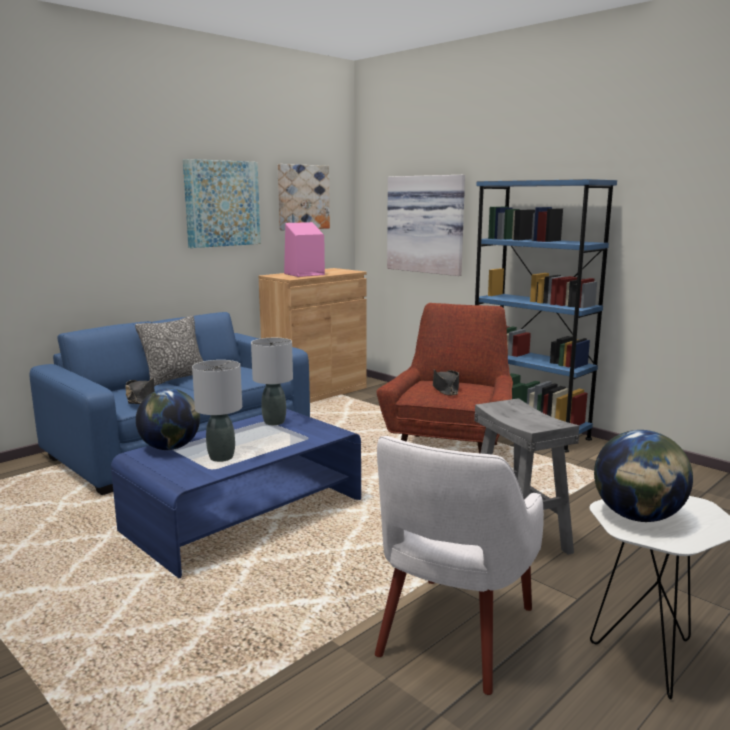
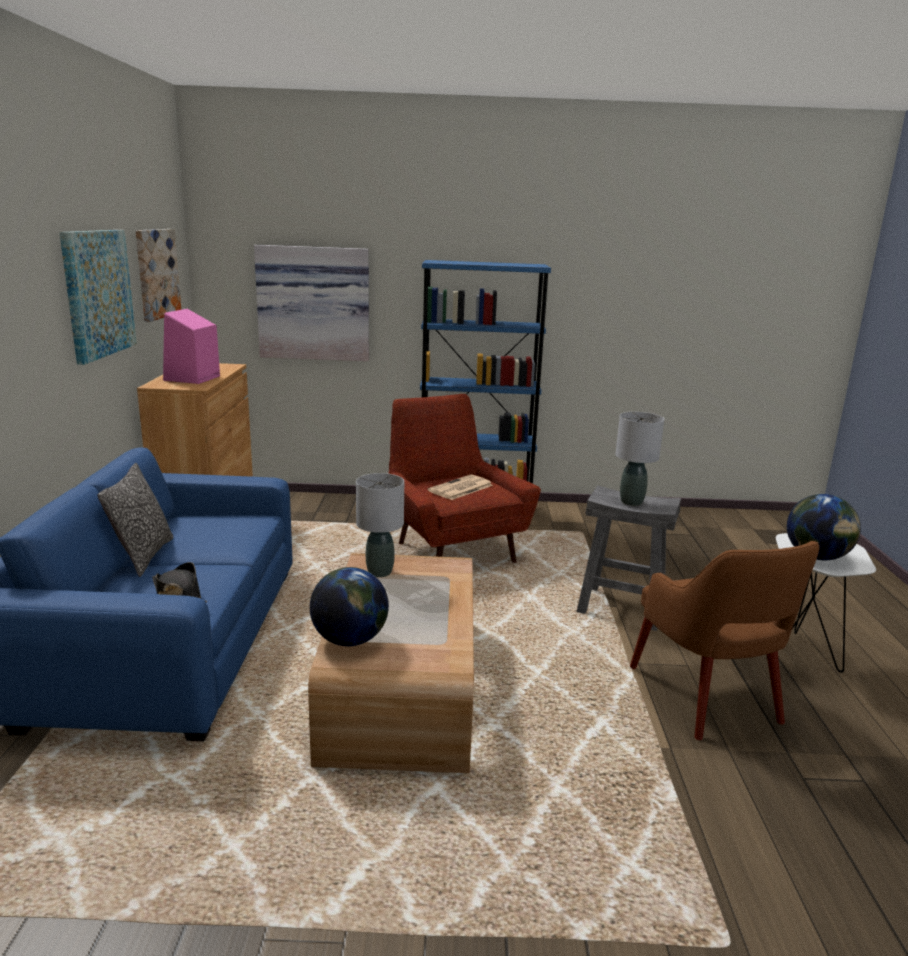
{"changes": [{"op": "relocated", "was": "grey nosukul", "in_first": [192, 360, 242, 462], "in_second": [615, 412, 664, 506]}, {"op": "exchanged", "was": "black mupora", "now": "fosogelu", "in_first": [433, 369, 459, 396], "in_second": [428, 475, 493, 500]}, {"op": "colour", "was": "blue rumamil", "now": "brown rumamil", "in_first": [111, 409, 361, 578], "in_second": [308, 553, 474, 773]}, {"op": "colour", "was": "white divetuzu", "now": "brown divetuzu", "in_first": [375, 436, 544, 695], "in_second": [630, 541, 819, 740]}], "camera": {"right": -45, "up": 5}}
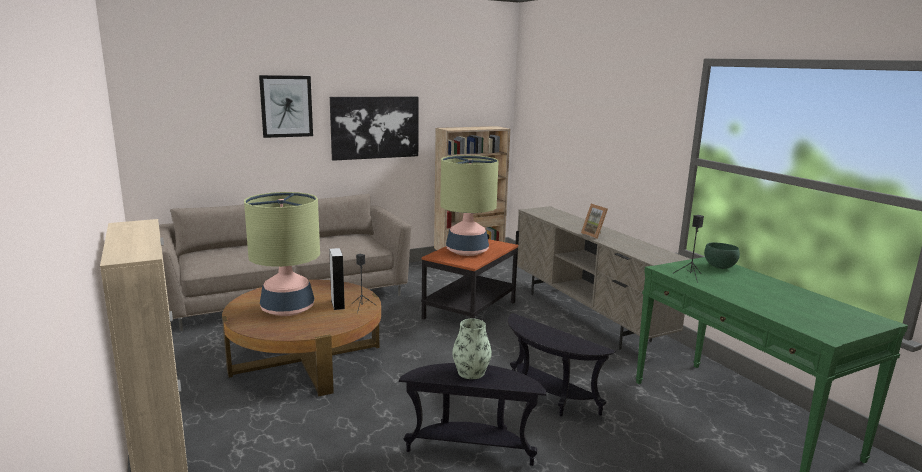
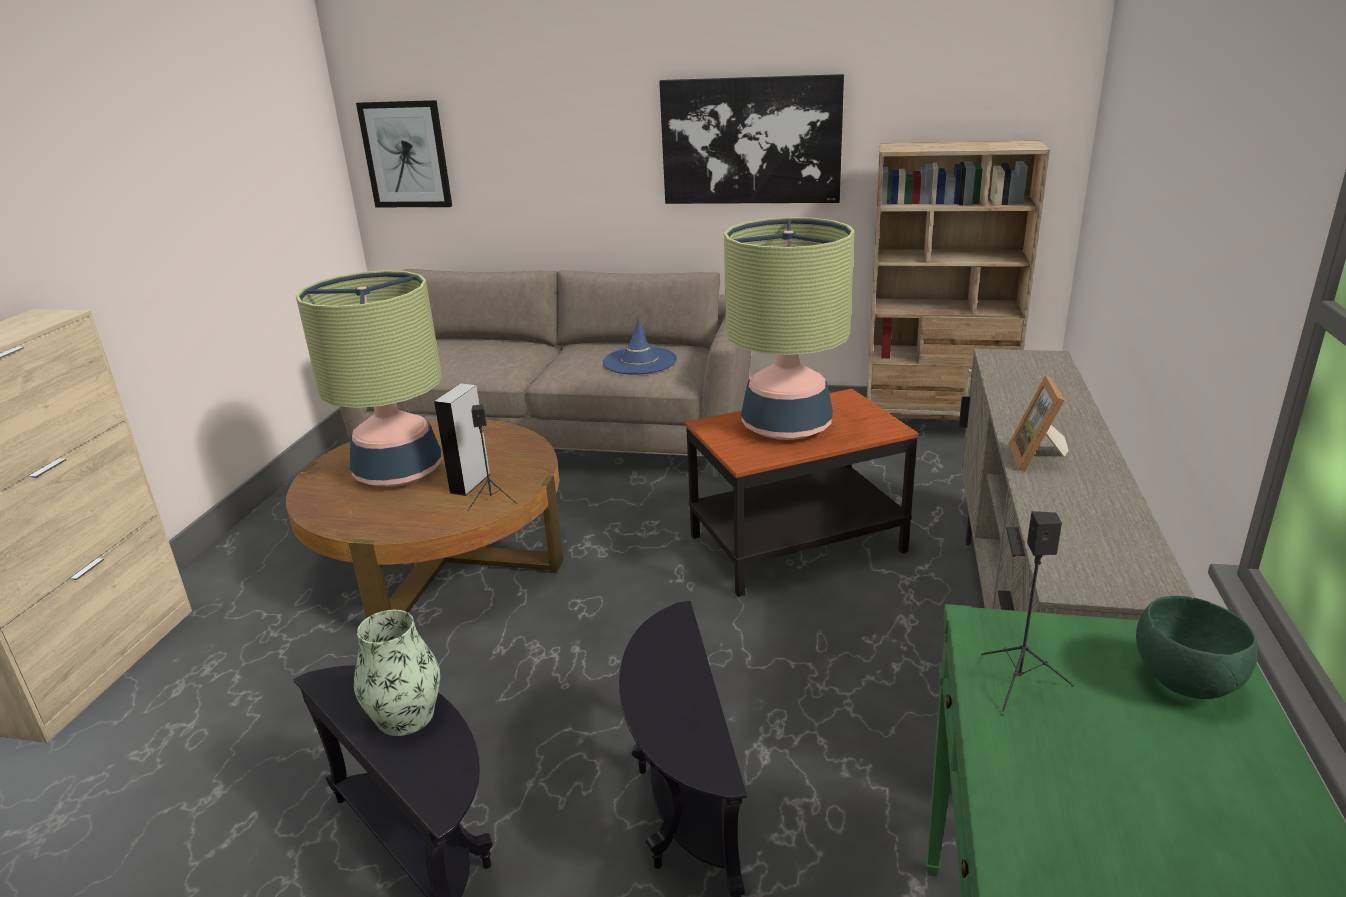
{"changes": [{"op": "relocated", "was": "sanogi", "in_first": [259, 75, 313, 138], "in_second": [356, 100, 452, 207]}, {"op": "appeared", "now": "blue mupora", "in_second": [603, 317, 677, 375]}], "camera": {"right": 40, "up": 10}}
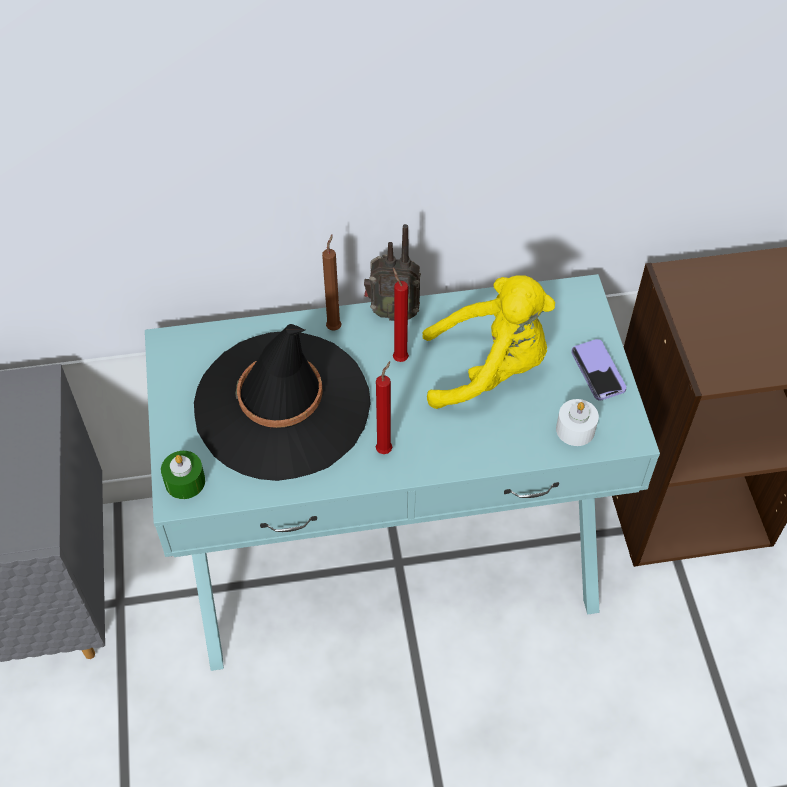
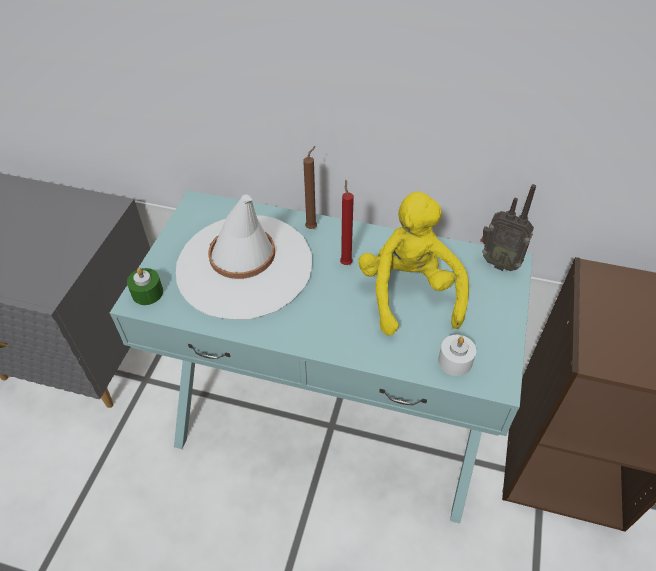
{"changes": [{"op": "relocated", "was": "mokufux", "in_first": [364, 224, 421, 321], "in_second": [480, 184, 536, 271]}, {"op": "spun", "was": "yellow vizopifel", "in_first": [422, 275, 555, 409], "in_second": [358, 191, 469, 336], "clockwise": -120}, {"op": "colour", "was": "black mupora", "now": "white mupora", "in_first": [194, 324, 371, 481], "in_second": [176, 194, 312, 320]}, {"op": "missing", "was": "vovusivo", "in_first": [571, 339, 626, 400]}, {"op": "missing", "was": "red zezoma", "in_first": [376, 361, 392, 454]}], "camera": {"right": 25, "up": -5}}
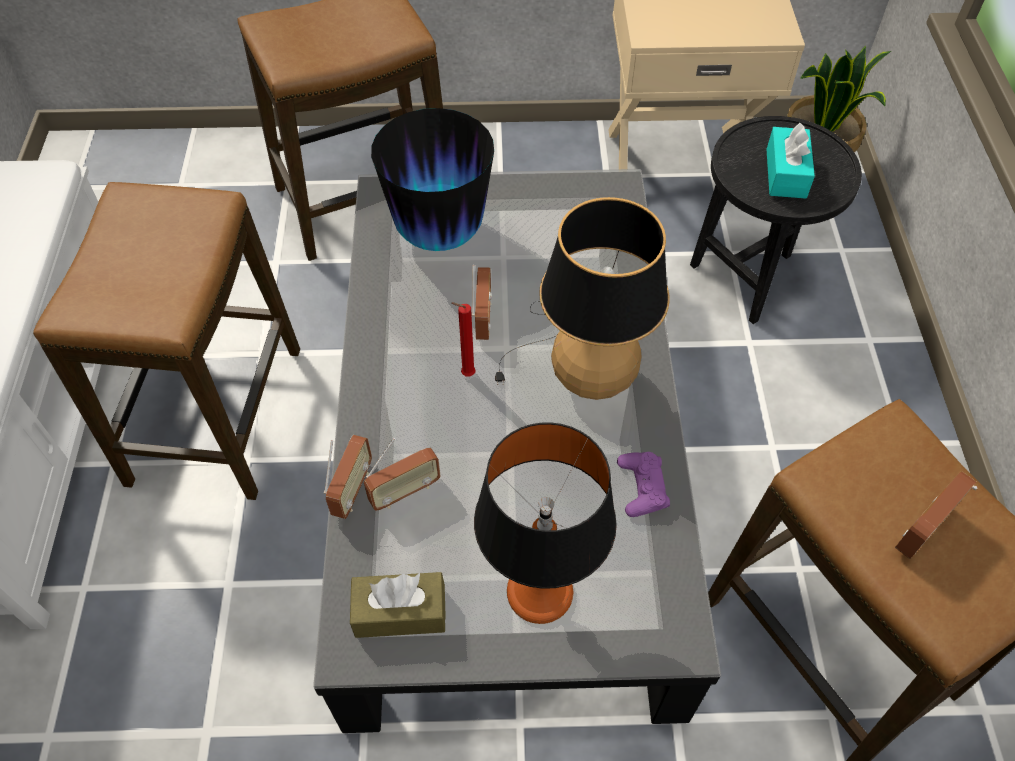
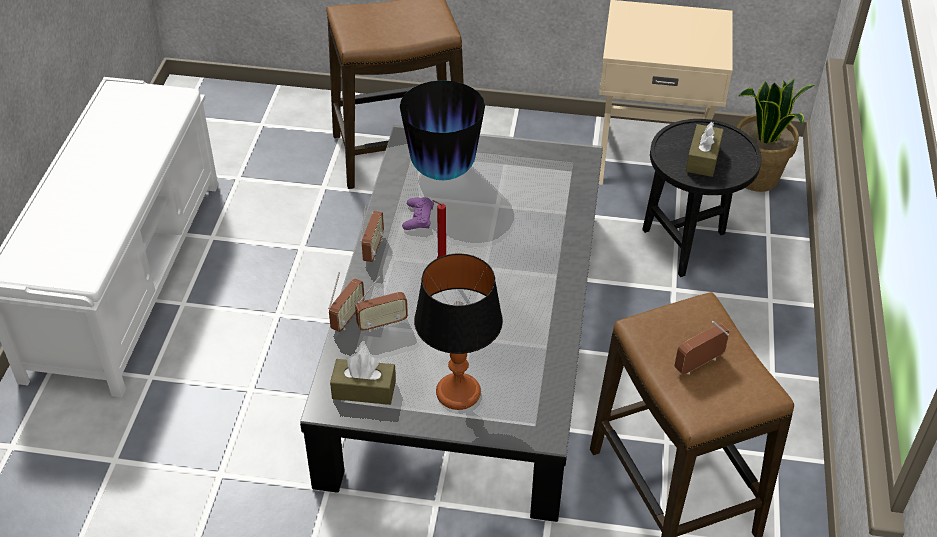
{"changes": [{"op": "colour", "was": "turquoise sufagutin", "now": "brown sufagutin", "in_first": [766, 123, 815, 199], "in_second": [686, 122, 724, 177]}, {"op": "missing", "was": "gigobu", "in_first": [33, 182, 300, 500]}, {"op": "missing", "was": "nosukul", "in_first": [495, 197, 670, 400]}, {"op": "relocated", "was": "mokufux", "in_first": [472, 265, 492, 340], "in_second": [360, 205, 384, 262]}, {"op": "relocated", "was": "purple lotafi", "in_first": [617, 452, 670, 517], "in_second": [402, 197, 434, 230]}], "camera": {"right": 10, "up": -10}}
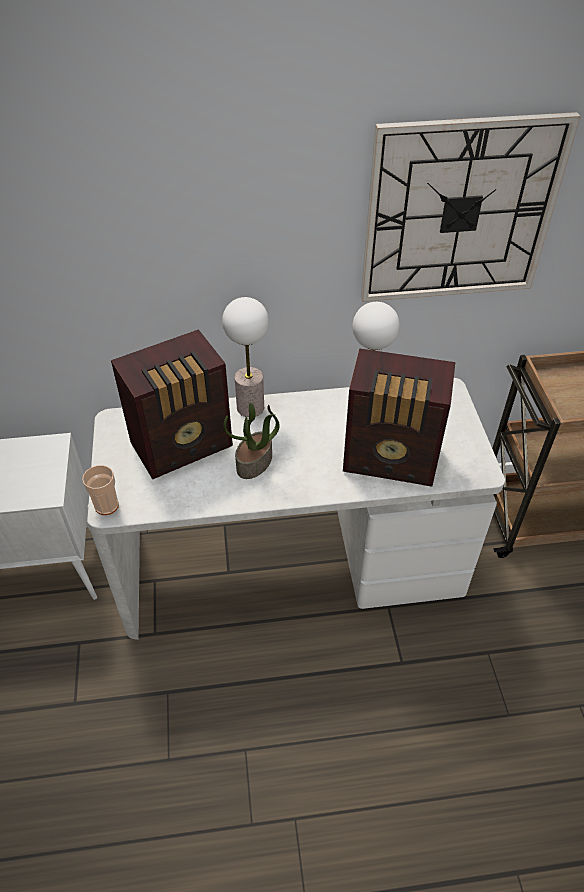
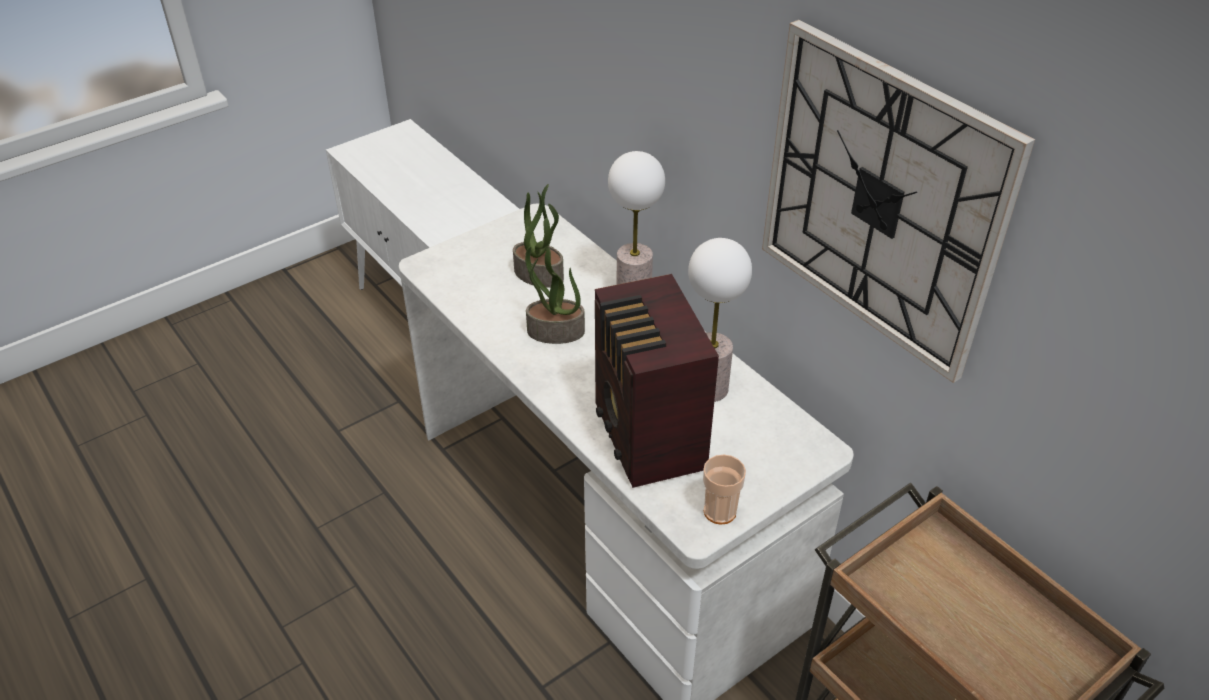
{"changes": [{"op": "exchanged", "was": "mokufux", "now": "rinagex", "in_first": [111, 329, 233, 479], "in_second": [513, 184, 564, 288]}, {"op": "relocated", "was": "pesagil", "in_first": [82, 465, 119, 515], "in_second": [703, 454, 746, 524]}], "camera": {"right": 60, "up": -5}}
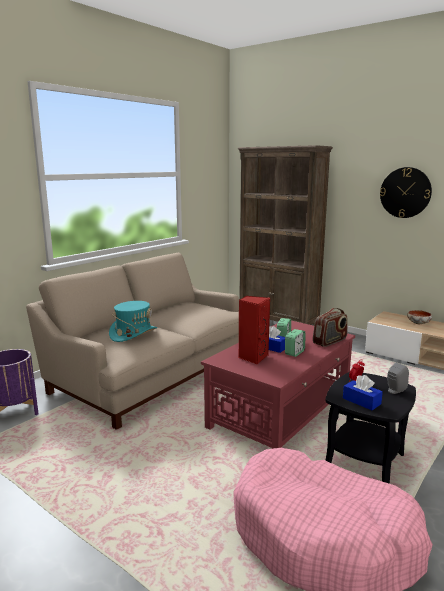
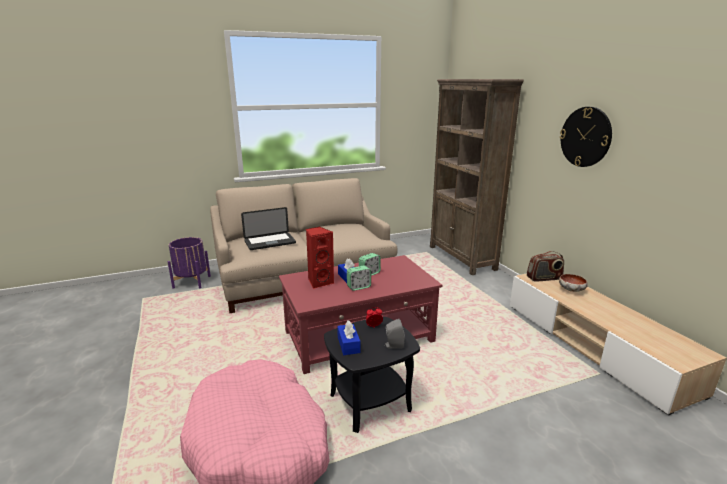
{"changes": [{"op": "exchanged", "was": "turquoise mupora", "now": "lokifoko", "in_first": [109, 301, 157, 342], "in_second": [241, 207, 296, 250]}, {"op": "relocated", "was": "mokufux", "in_first": [313, 308, 347, 347], "in_second": [527, 251, 564, 282]}], "camera": {"right": 30, "up": 5}}
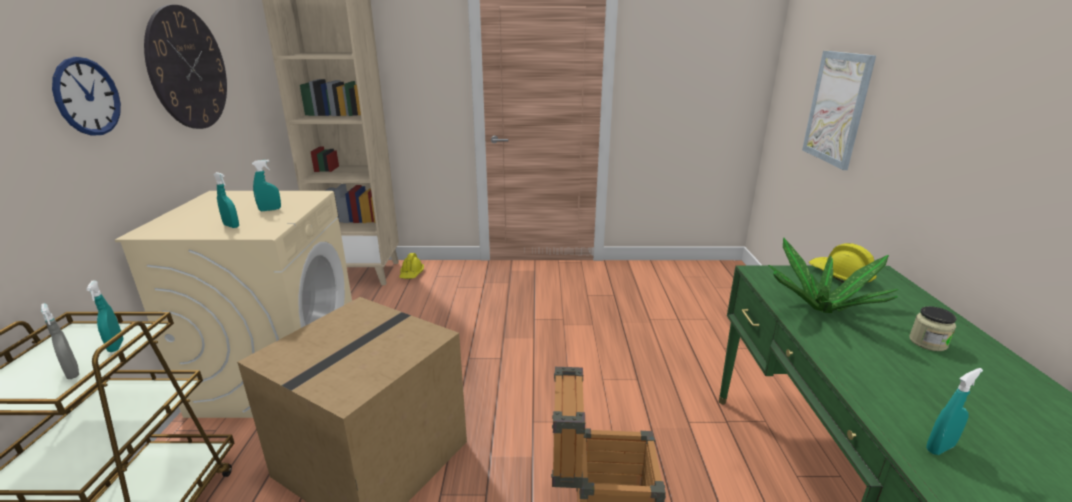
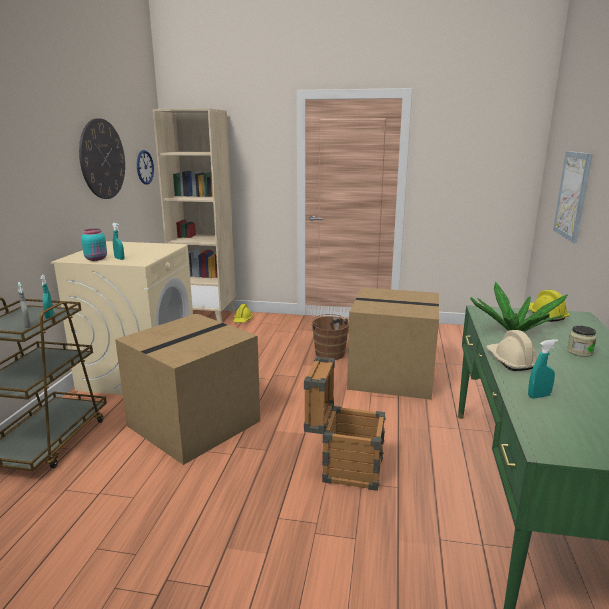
{"changes": [{"op": "relocated", "was": "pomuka", "in_first": [52, 57, 121, 136], "in_second": [137, 150, 154, 185]}, {"op": "missing", "was": "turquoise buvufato", "in_first": [252, 160, 281, 211]}, {"op": "appeared", "now": "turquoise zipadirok", "in_second": [81, 229, 107, 261]}, {"op": "appeared", "now": "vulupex", "in_second": [347, 287, 439, 400]}, {"op": "appeared", "now": "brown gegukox", "in_second": [311, 314, 349, 360]}, {"op": "appeared", "now": "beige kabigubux", "in_second": [486, 330, 537, 371]}], "camera": {"right": 10, "up": -5}}
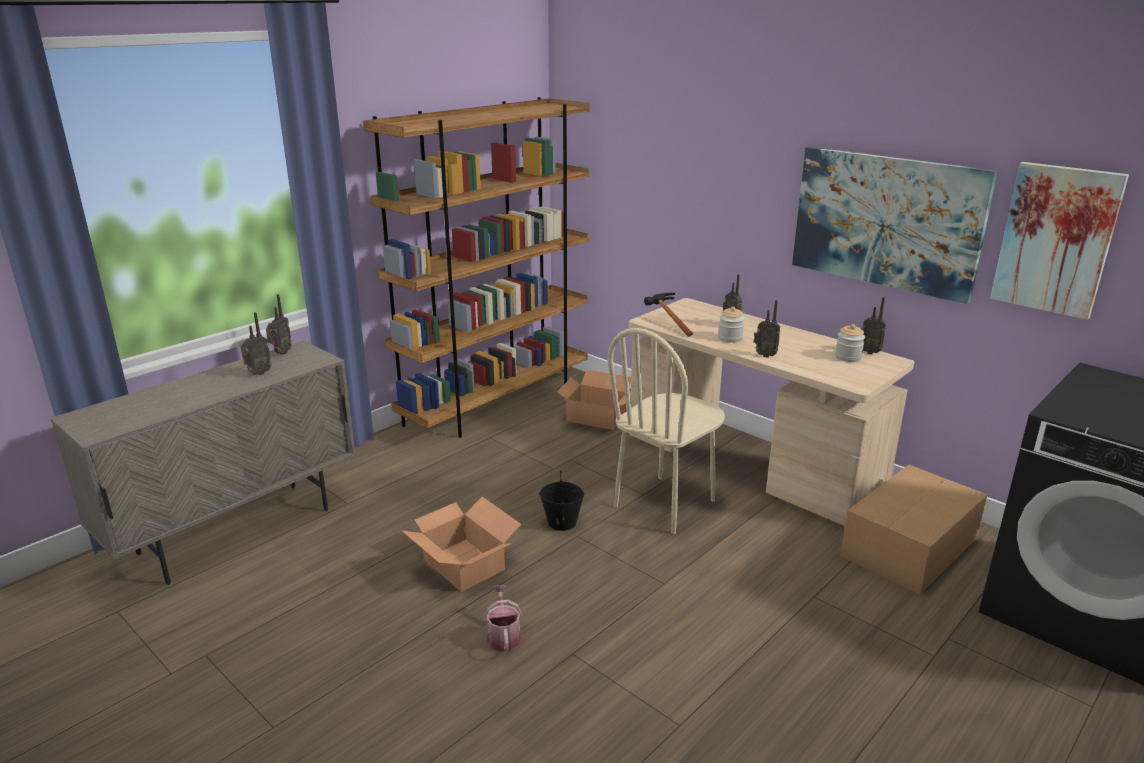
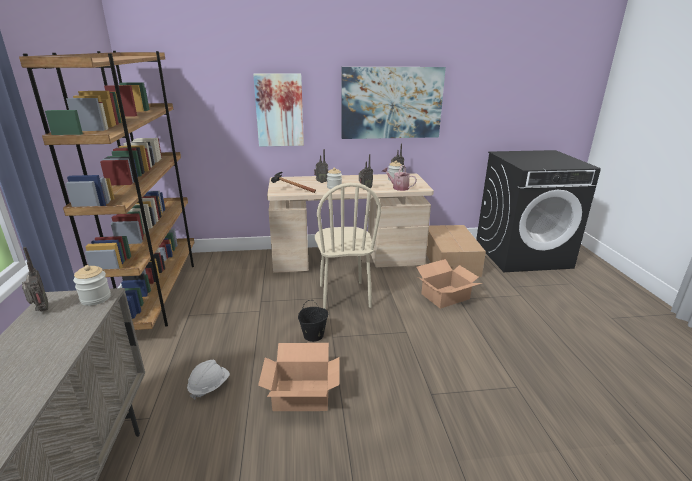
{"changes": [{"op": "relocated", "was": "sanogi", "in_first": [990, 162, 1129, 320], "in_second": [253, 74, 304, 147]}, {"op": "missing", "was": "mokufux", "in_first": [241, 312, 272, 375]}, {"op": "relocated", "was": "vulupex", "in_first": [557, 370, 631, 430], "in_second": [416, 259, 482, 309]}, {"op": "relocated", "was": "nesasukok", "in_first": [484, 585, 522, 652], "in_second": [382, 165, 417, 191]}, {"op": "appeared", "now": "zipadirok", "in_second": [73, 265, 111, 306]}, {"op": "appeared", "now": "white kabigubux", "in_second": [187, 360, 230, 399]}], "camera": {"right": -50, "up": 0}}
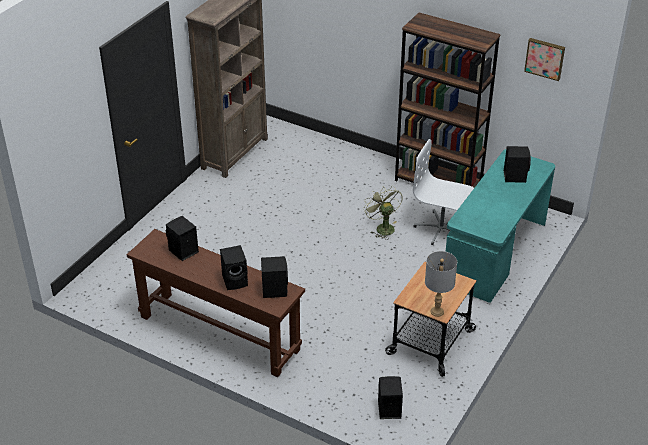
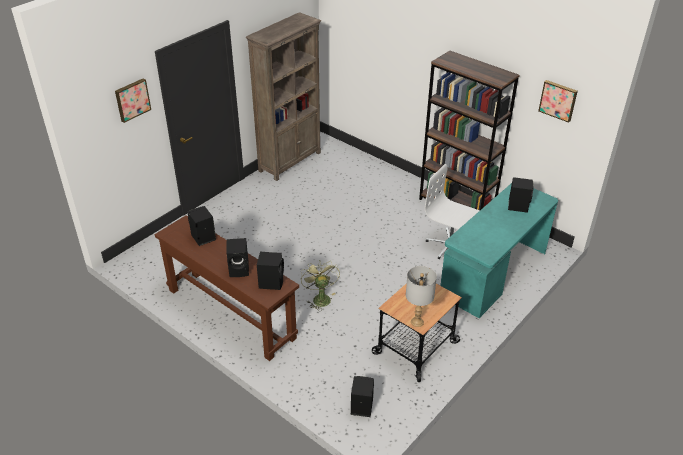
{"changes": [{"op": "relocated", "was": "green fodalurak", "in_first": [363, 186, 402, 240], "in_second": [301, 260, 340, 311]}, {"op": "appeared", "now": "sanogi", "in_second": [115, 78, 151, 123]}], "camera": {"right": 10, "up": 0}}
